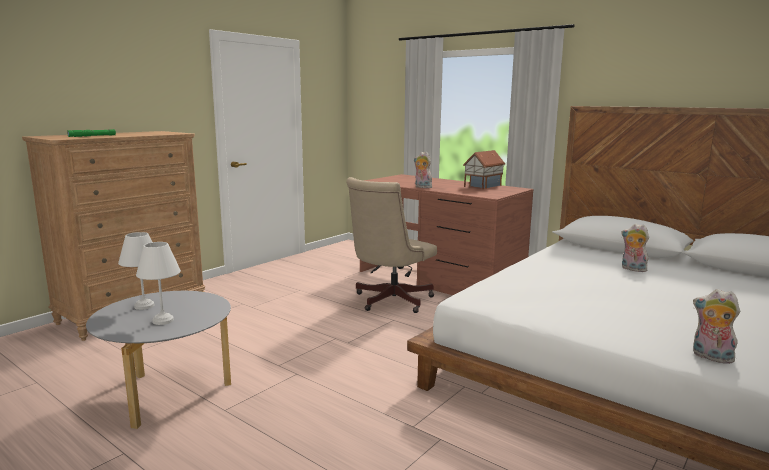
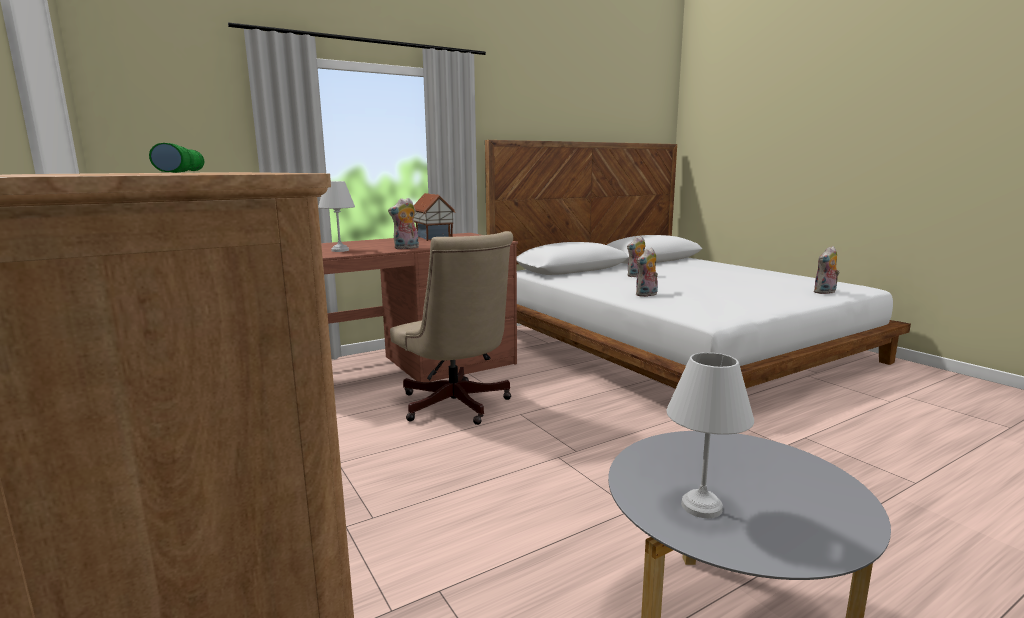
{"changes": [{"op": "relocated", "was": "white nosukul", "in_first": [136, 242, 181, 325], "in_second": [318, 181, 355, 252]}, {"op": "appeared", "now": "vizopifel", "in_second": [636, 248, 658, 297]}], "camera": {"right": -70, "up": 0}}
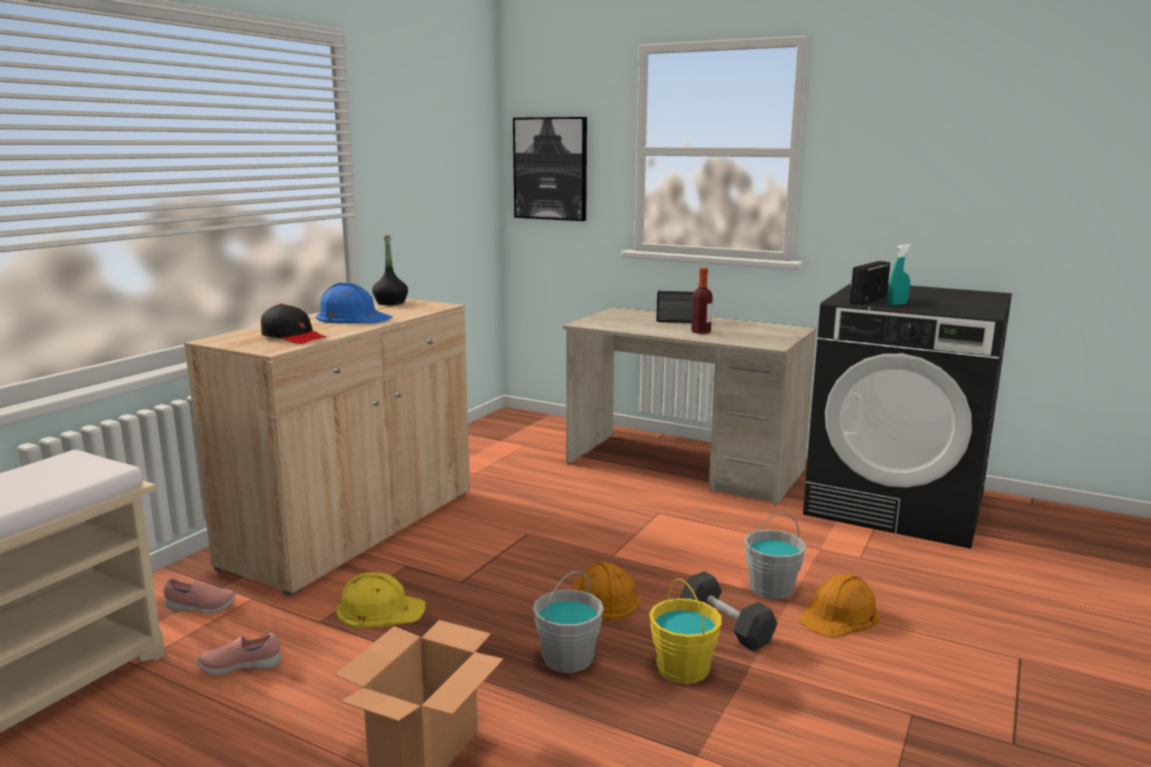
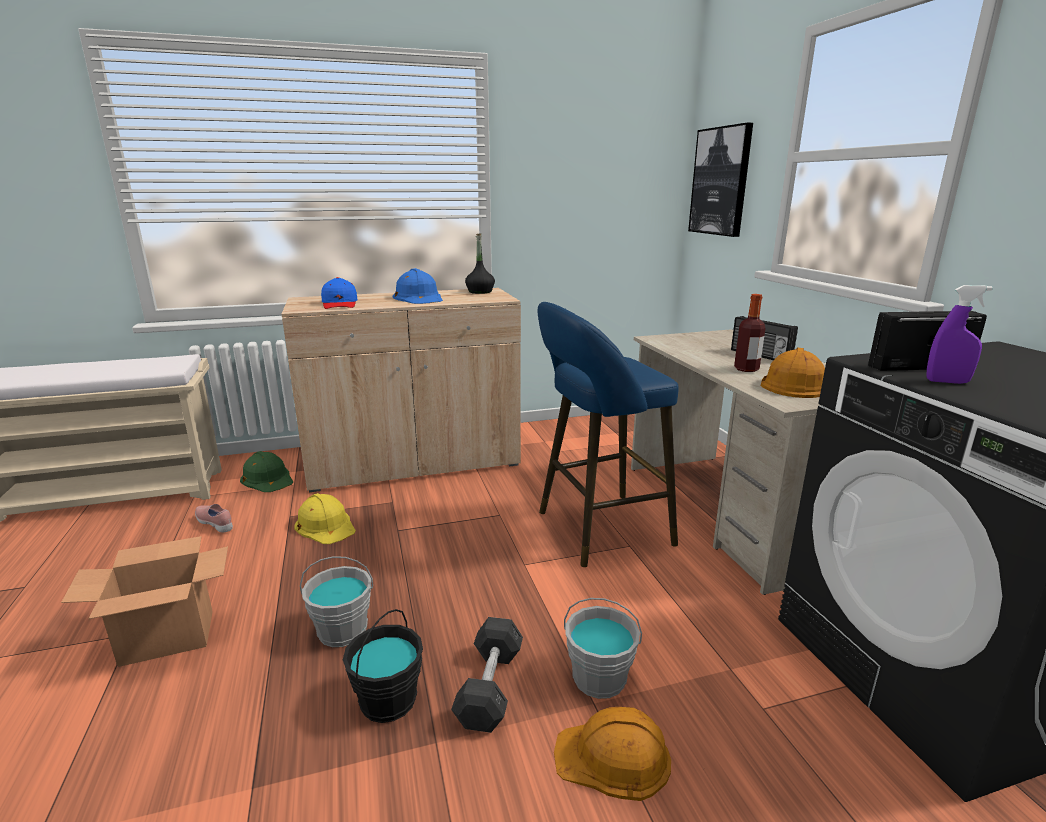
{"changes": [{"op": "colour", "was": "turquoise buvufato", "now": "purple buvufato", "in_first": [888, 244, 912, 306], "in_second": [927, 285, 993, 384]}, {"op": "colour", "was": "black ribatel", "now": "blue ribatel", "in_first": [261, 304, 326, 344], "in_second": [321, 277, 358, 309]}, {"op": "relocated", "was": "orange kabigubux", "in_first": [572, 561, 641, 620], "in_second": [761, 348, 825, 398]}, {"op": "exchanged", "was": "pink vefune", "now": "green kabigubux", "in_first": [163, 578, 236, 613], "in_second": [240, 451, 293, 492]}, {"op": "colour", "was": "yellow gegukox", "now": "black gegukox", "in_first": [649, 579, 722, 684], "in_second": [343, 609, 423, 723]}, {"op": "appeared", "now": "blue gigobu", "in_second": [537, 302, 679, 567]}], "camera": {"right": 45, "up": 5}}
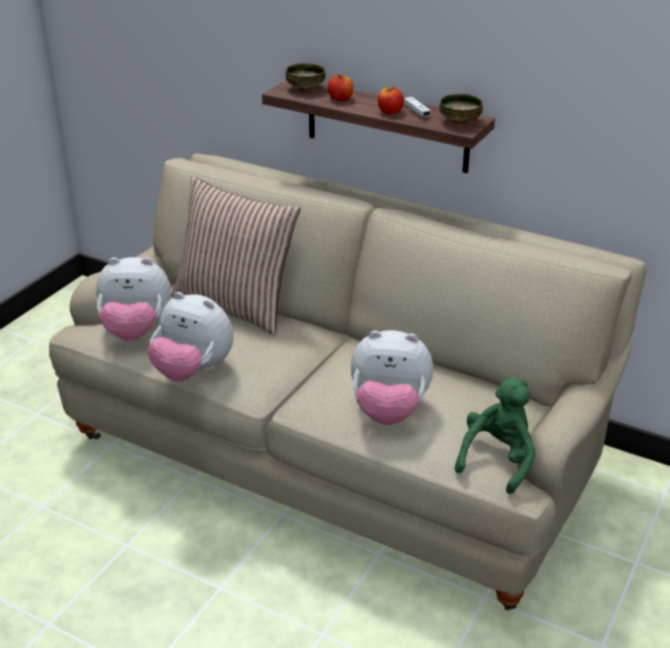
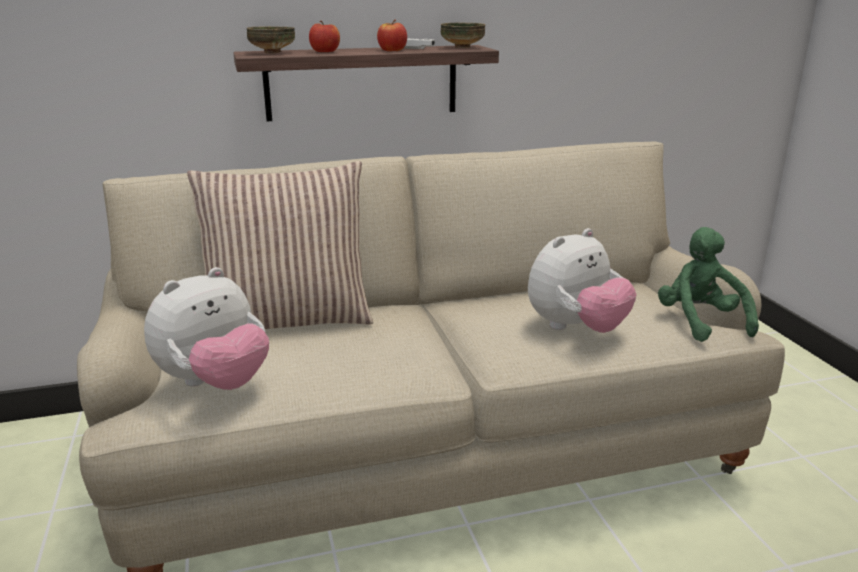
{"changes": [{"op": "missing", "was": "vizopifel", "in_first": [148, 292, 234, 381]}], "camera": {"right": -45, "up": -10}}
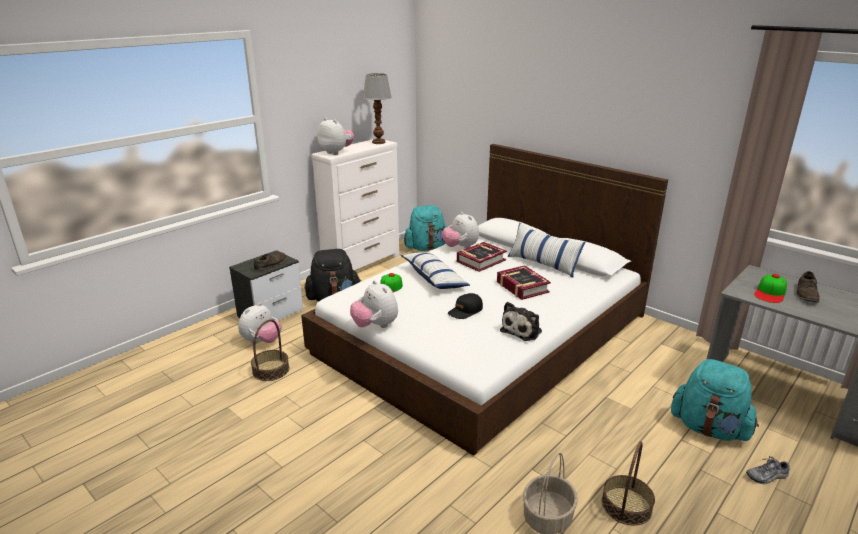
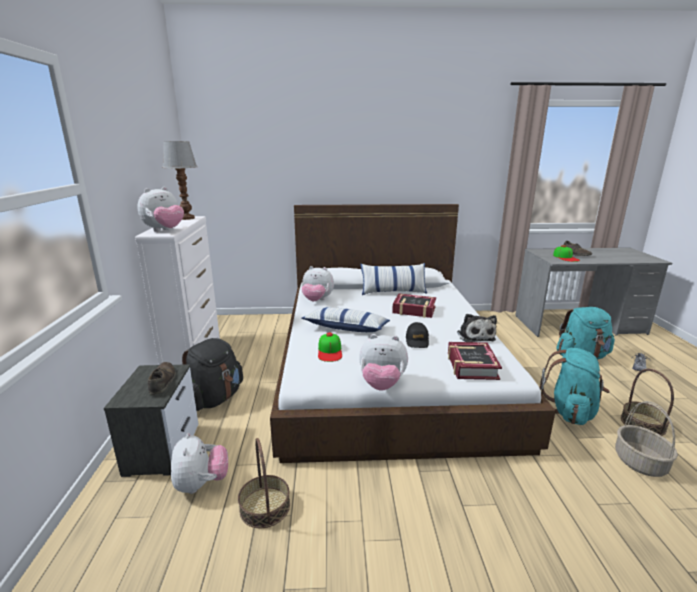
{"changes": [{"op": "spun", "was": "vizopifel", "in_first": [317, 118, 354, 155], "in_second": [137, 187, 184, 231], "clockwise": 135}, {"op": "relocated", "was": "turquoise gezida", "in_first": [404, 205, 447, 251], "in_second": [539, 348, 610, 425]}, {"op": "relocated", "was": "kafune", "in_first": [457, 242, 507, 272], "in_second": [448, 342, 502, 380]}], "camera": {"right": -45, "up": -5}}
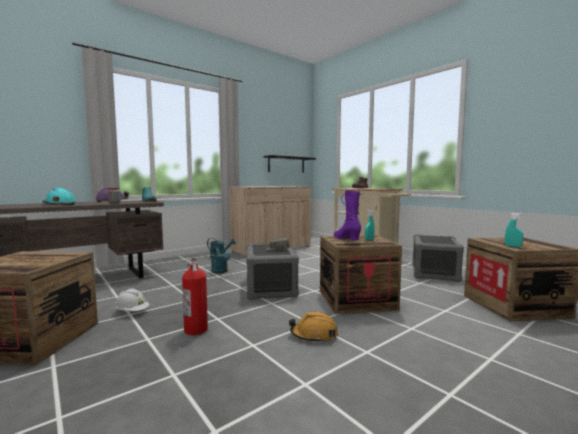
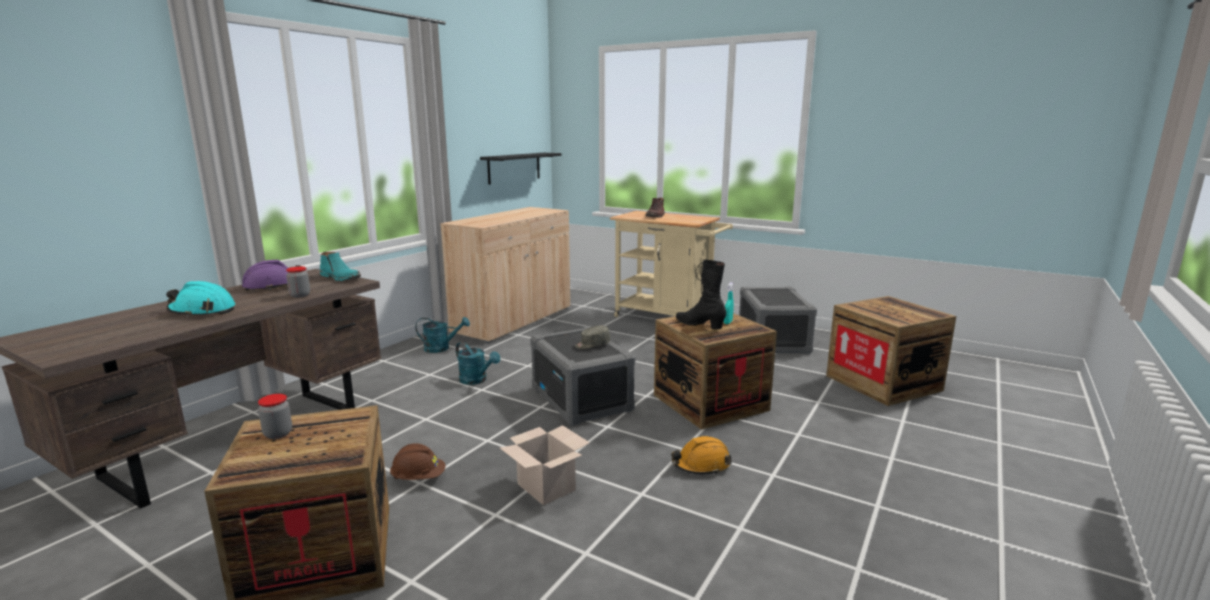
{"changes": [{"op": "colour", "was": "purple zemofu", "now": "black zemofu", "in_first": [334, 190, 361, 241], "in_second": [676, 259, 726, 329]}, {"op": "missing", "was": "turquoise buvufato", "in_first": [505, 213, 523, 247]}, {"op": "exchanged", "was": "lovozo", "now": "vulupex", "in_first": [182, 258, 208, 335], "in_second": [500, 425, 590, 505]}, {"op": "colour", "was": "white kabigubux", "now": "brown kabigubux", "in_first": [114, 289, 150, 311], "in_second": [390, 443, 445, 480]}, {"op": "appeared", "now": "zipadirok", "in_second": [258, 394, 292, 439]}], "camera": {"right": -20, "up": 10}}
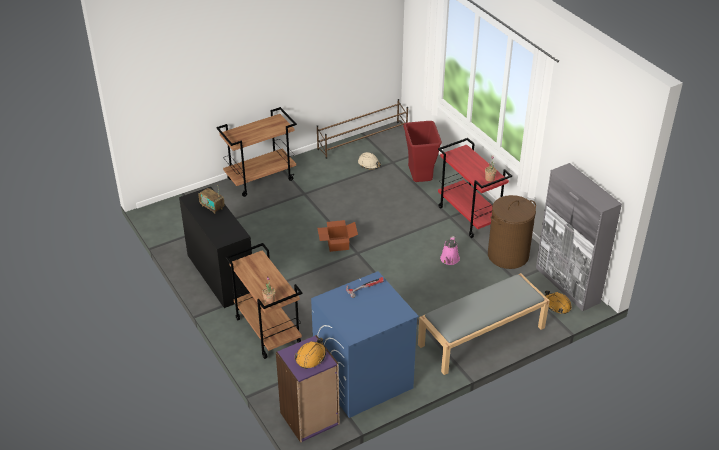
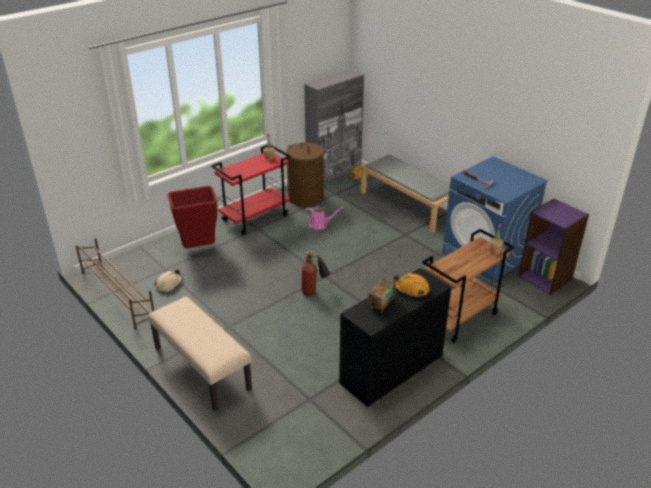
{"changes": [{"op": "exchanged", "was": "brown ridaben", "now": "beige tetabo", "in_first": [216, 107, 297, 197], "in_second": [147, 296, 252, 411]}, {"op": "exchanged", "was": "vulupex", "now": "lovozo", "in_first": [317, 220, 358, 252], "in_second": [302, 251, 330, 296]}, {"op": "relocated", "was": "orange kabigubux", "in_first": [295, 338, 326, 369], "in_second": [393, 273, 430, 297]}], "camera": {"right": -100, "up": -5}}
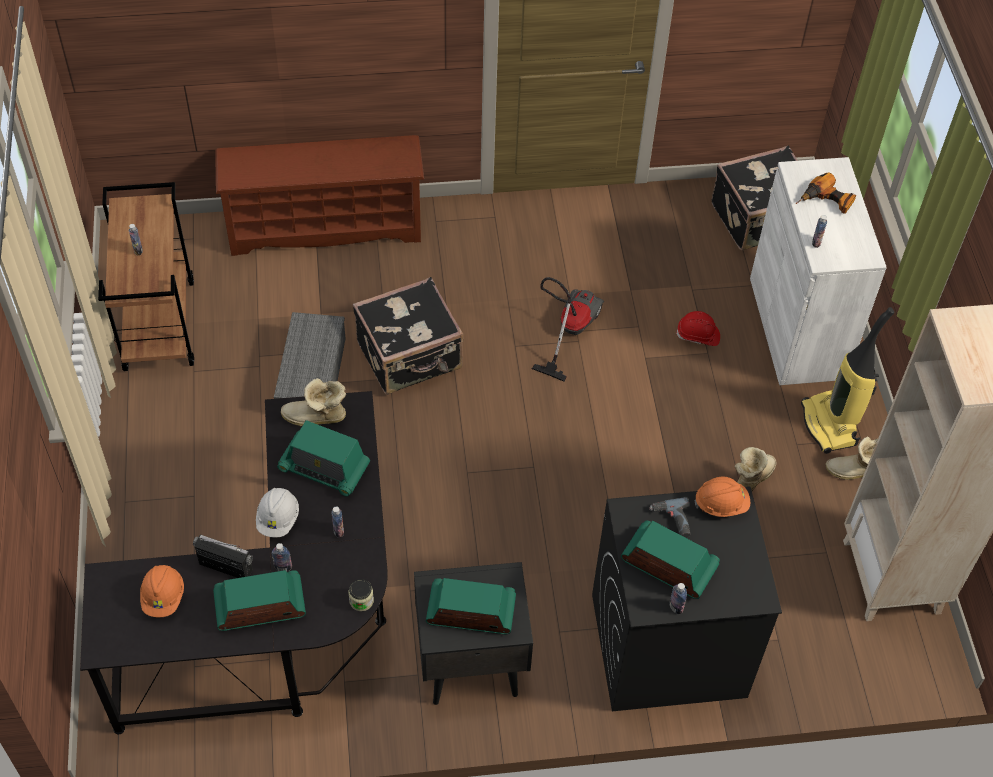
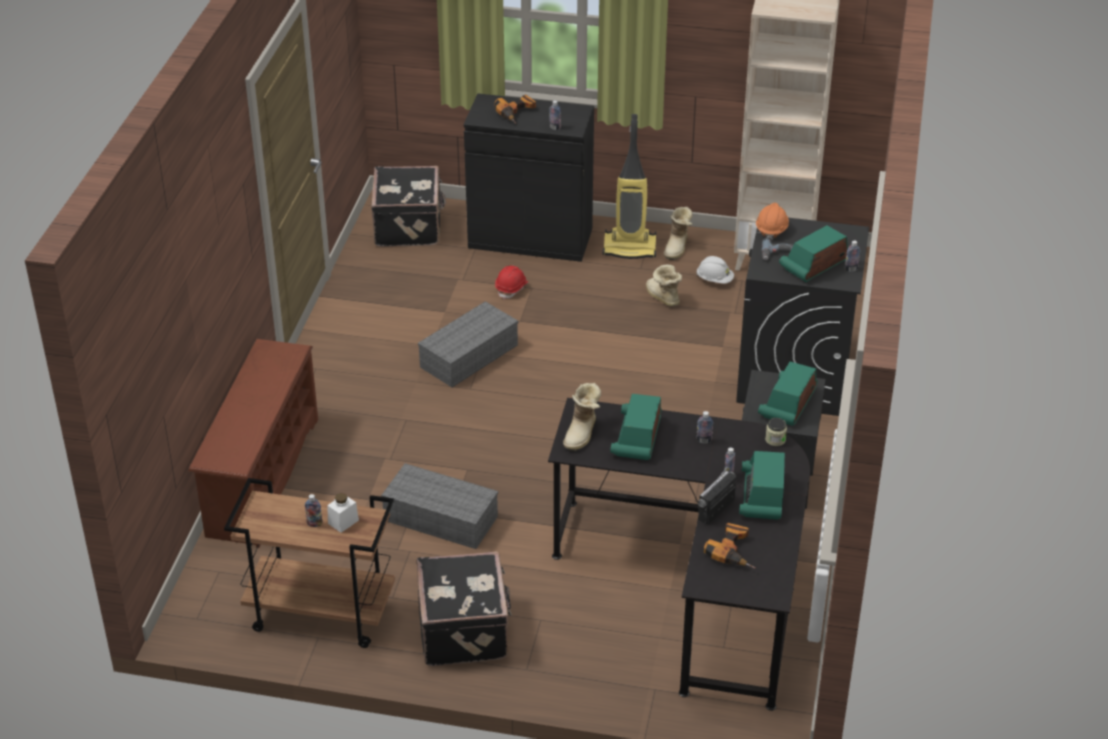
{"changes": [{"op": "colour", "was": "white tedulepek", "now": "black tedulepek", "in_first": [750, 157, 887, 385], "in_second": [464, 93, 594, 262]}, {"op": "relocated", "was": "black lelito", "in_first": [353, 277, 463, 395], "in_second": [417, 551, 512, 666]}, {"op": "exchanged", "was": "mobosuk", "now": "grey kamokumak", "in_first": [532, 277, 604, 382], "in_second": [418, 301, 518, 387]}, {"op": "spun", "was": "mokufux", "in_first": [277, 420, 370, 496], "in_second": [610, 394, 662, 460], "clockwise": 150}, {"op": "relocated", "was": "white kabigubux", "in_first": [256, 488, 299, 538], "in_second": [696, 256, 734, 284]}, {"op": "exchanged", "was": "orange kabigubux", "now": "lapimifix", "in_first": [140, 565, 184, 617], "in_second": [704, 523, 756, 568]}, {"op": "appeared", "now": "white zipadirok", "in_second": [327, 493, 359, 533]}], "camera": {"right": -70, "up": -15}}
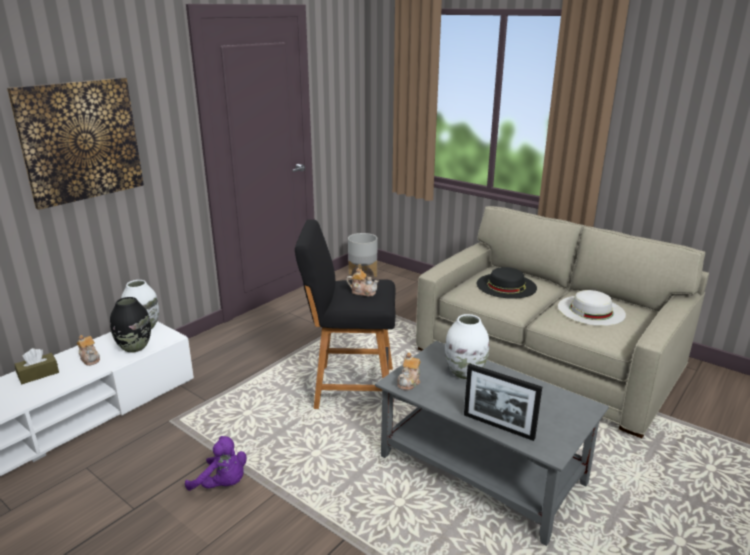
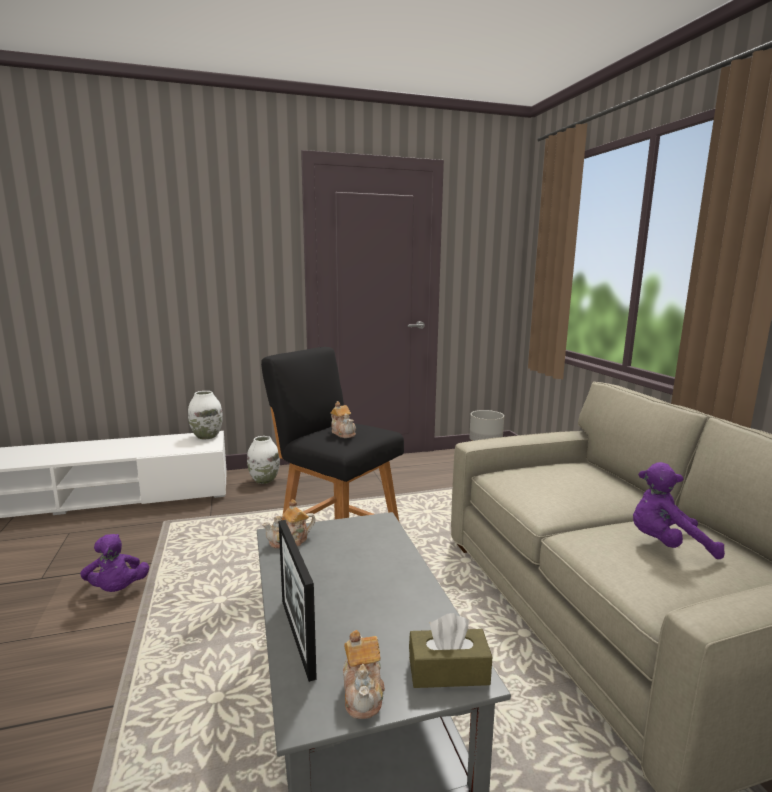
{"changes": [{"op": "missing", "was": "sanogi", "in_first": [7, 77, 144, 210]}, {"op": "missing", "was": "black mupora", "in_first": [477, 267, 537, 299]}, {"op": "exchanged", "was": "white mupora", "now": "purple vizopifel", "in_first": [558, 290, 626, 326], "in_second": [633, 462, 725, 559]}, {"op": "missing", "was": "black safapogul", "in_first": [110, 297, 151, 353]}, {"op": "relocated", "was": "white safapogul", "in_first": [445, 314, 489, 379], "in_second": [247, 436, 280, 484]}, {"op": "relocated", "was": "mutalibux", "in_first": [76, 335, 100, 366], "in_second": [343, 630, 385, 719]}, {"op": "relocated", "was": "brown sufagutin", "in_first": [14, 348, 59, 384], "in_second": [409, 613, 492, 688]}], "camera": {"right": 35, "up": -10}}
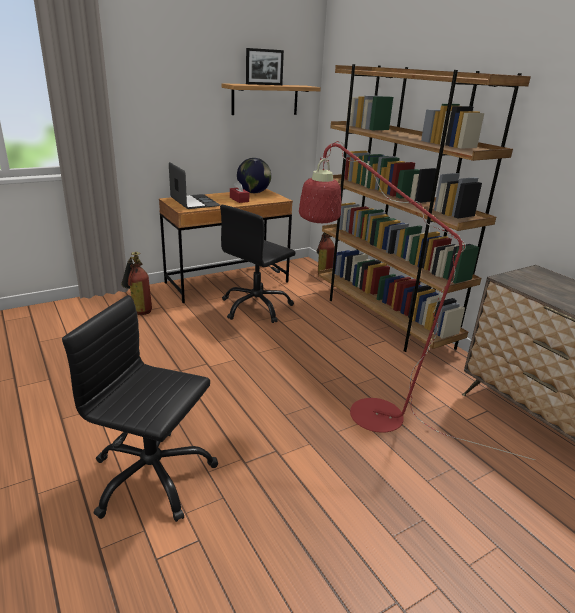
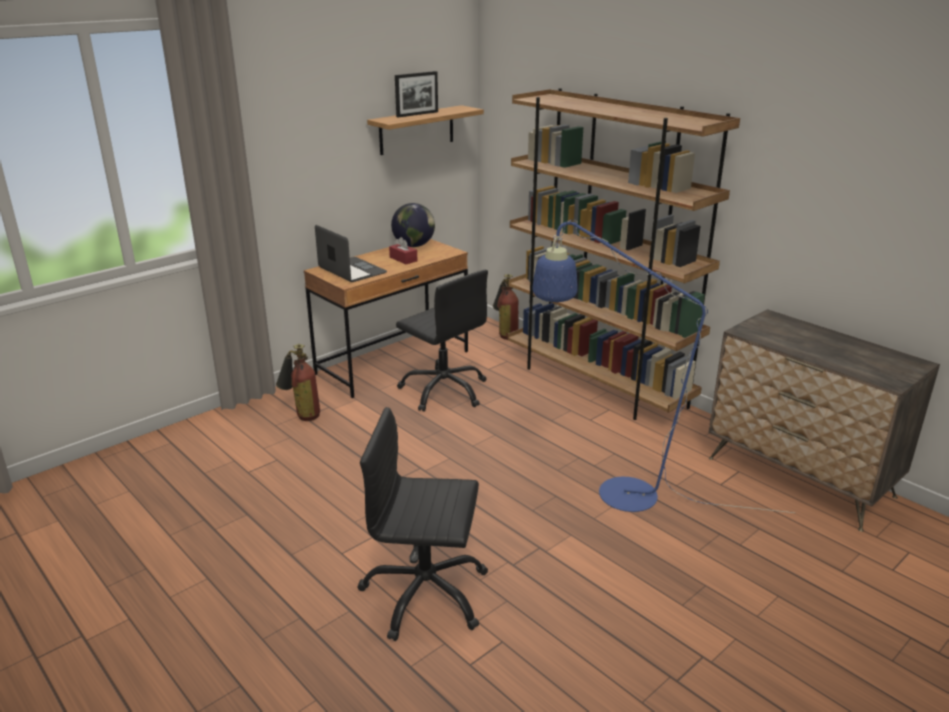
{"changes": [{"op": "colour", "was": "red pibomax", "now": "blue pibomax", "in_first": [299, 141, 535, 460], "in_second": [532, 220, 795, 513]}, {"op": "spun", "was": "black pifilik", "in_first": [220, 205, 296, 323], "in_second": [396, 270, 488, 412], "clockwise": -75}], "camera": {"right": -10, "up": 0}}
